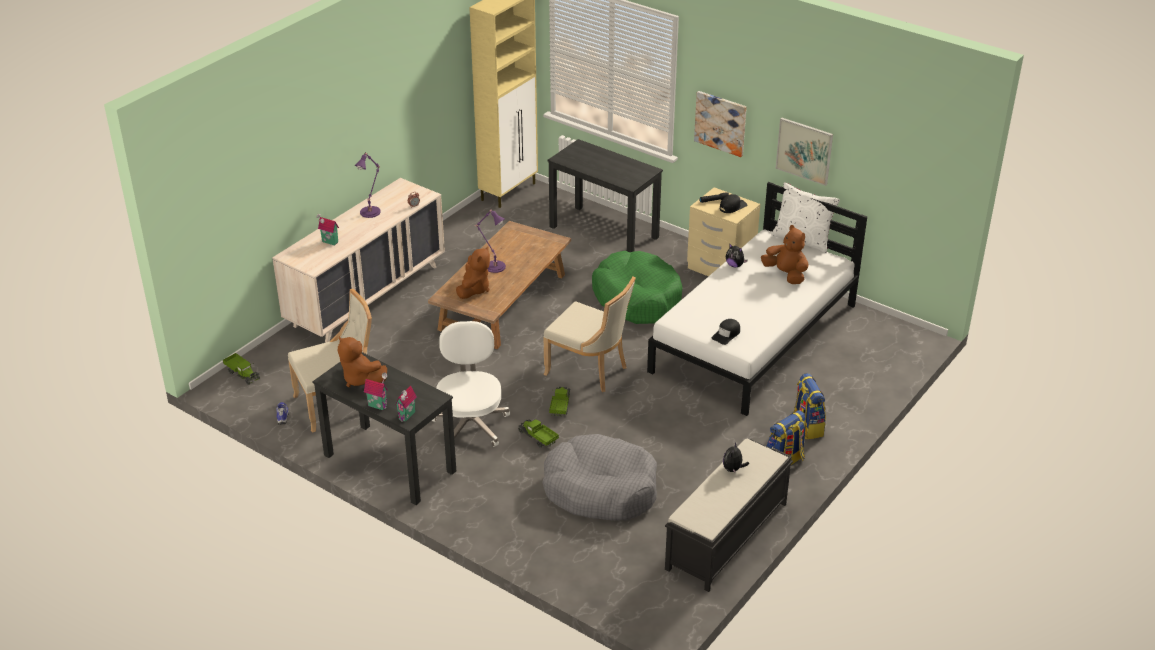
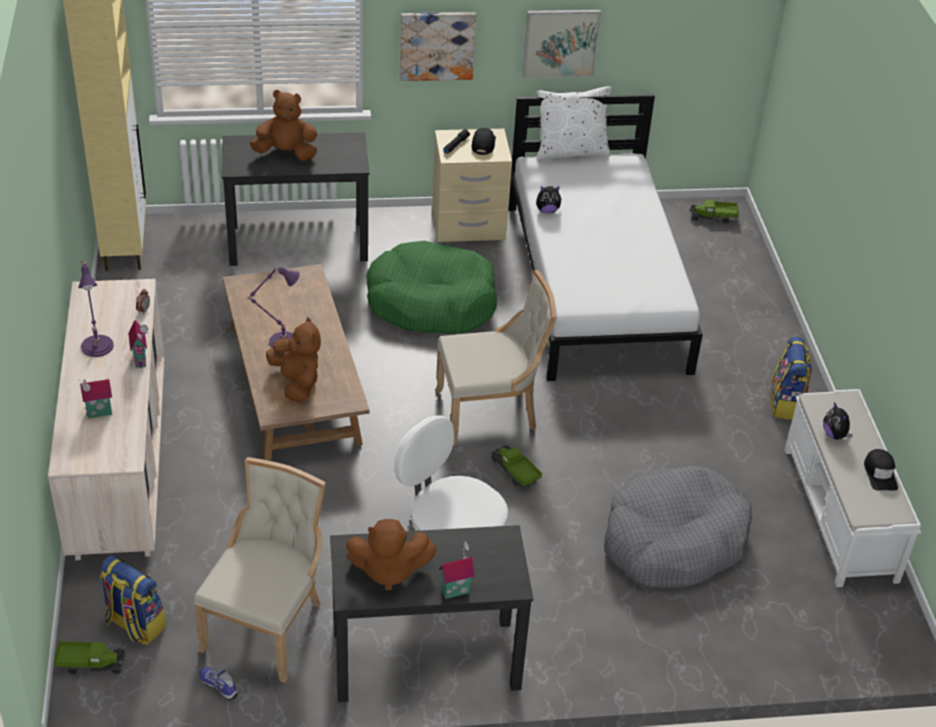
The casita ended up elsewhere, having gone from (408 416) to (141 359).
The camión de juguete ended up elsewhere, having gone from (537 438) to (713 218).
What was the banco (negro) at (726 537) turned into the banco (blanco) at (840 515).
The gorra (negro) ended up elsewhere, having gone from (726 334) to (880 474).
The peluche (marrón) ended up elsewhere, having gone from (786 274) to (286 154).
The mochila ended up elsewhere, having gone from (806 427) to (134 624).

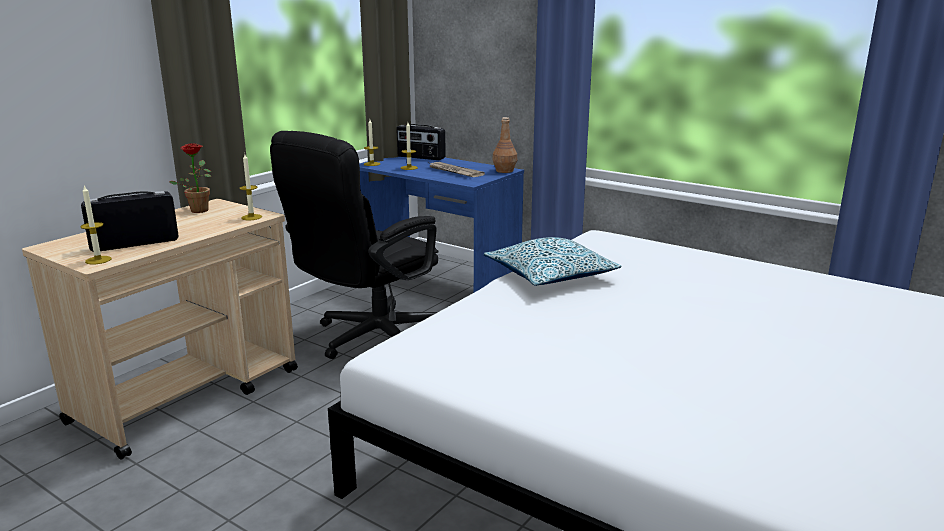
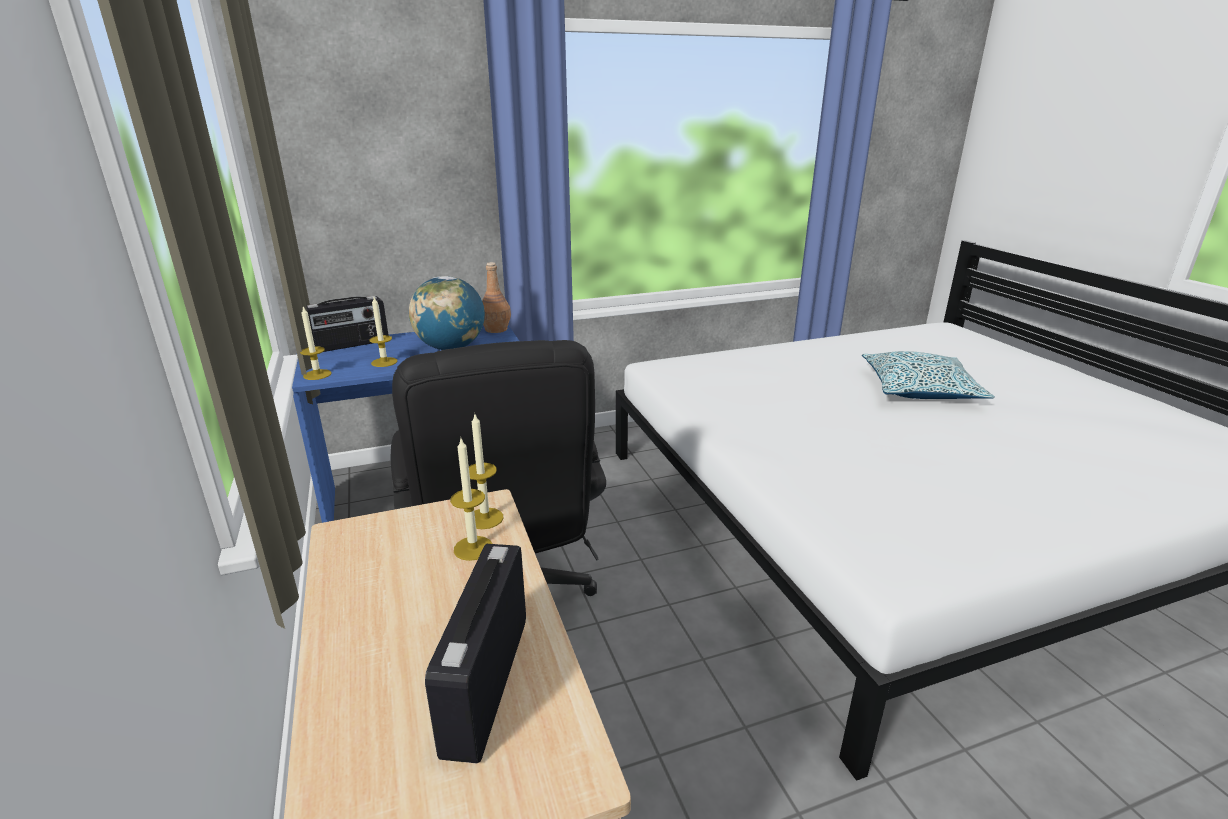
The vela ended up elsewhere, having gone from (98 260) to (473 548).
The second view lost the planta en maceta at (199 209).
Where the periódico stood at (454 171), the globo terráqueo came to stand at (451 348).
The cojín ended up elsewhere, having gone from (550 276) to (919 390).

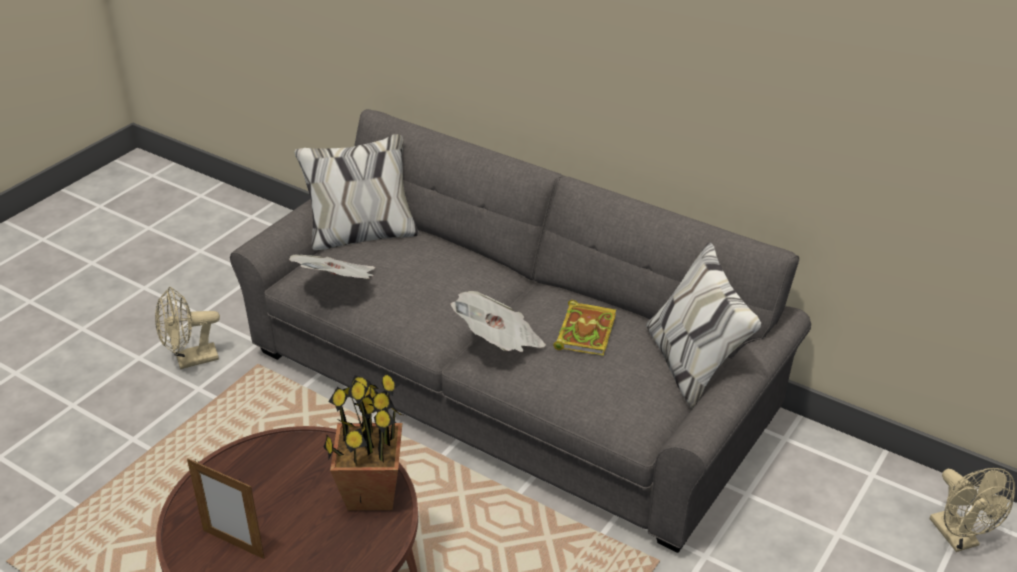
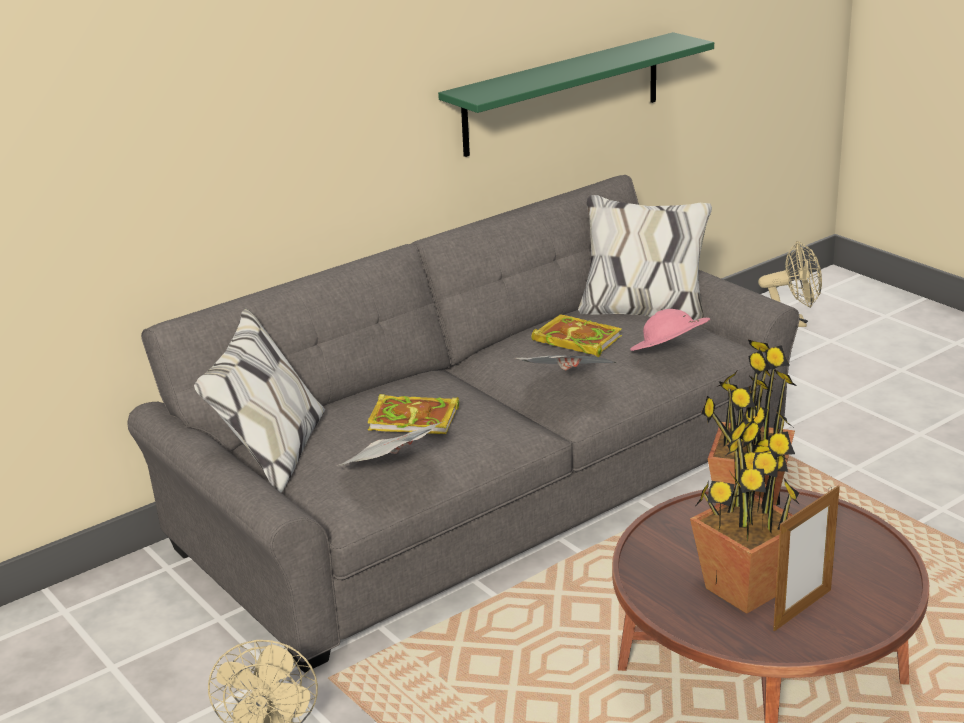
The second view gained the libro at (416 419).
The second view gained the estante (verde) at (562 94).
The second view gained the sombrero (rosa) at (669 353).
The second view gained the planta en maceta at (744 589).

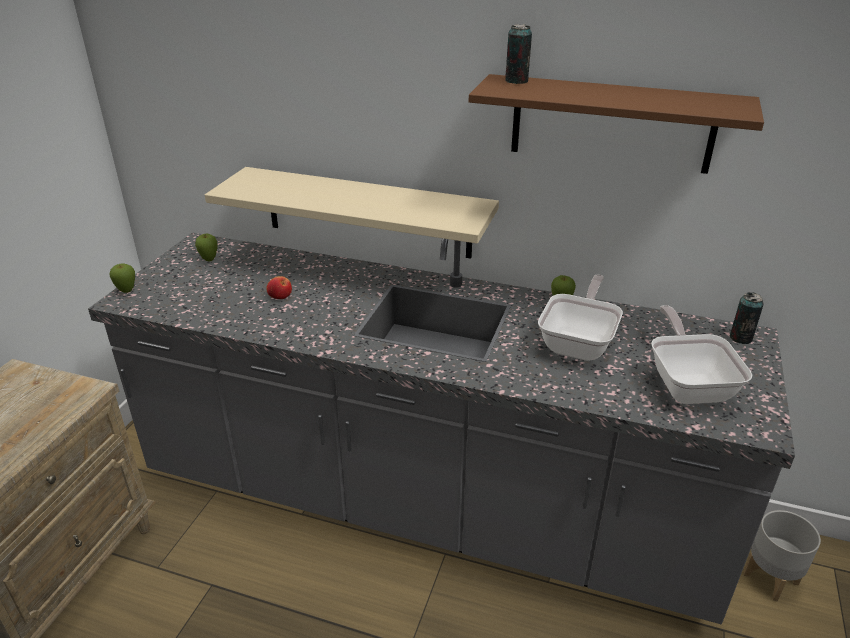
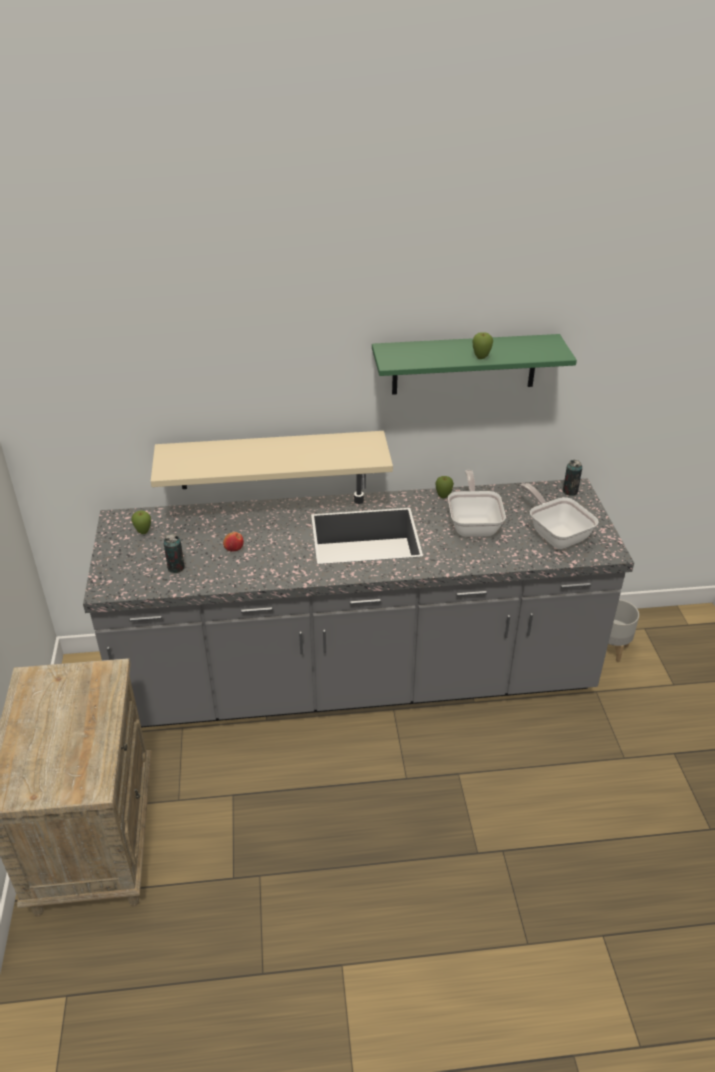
The manzana ended up elsewhere, having gone from (127 291) to (481 358).
What was the estante (marrón) at (611 124) turned into the estante (verde) at (464 364).
The lata ended up elsewhere, having gone from (516 81) to (176 568).

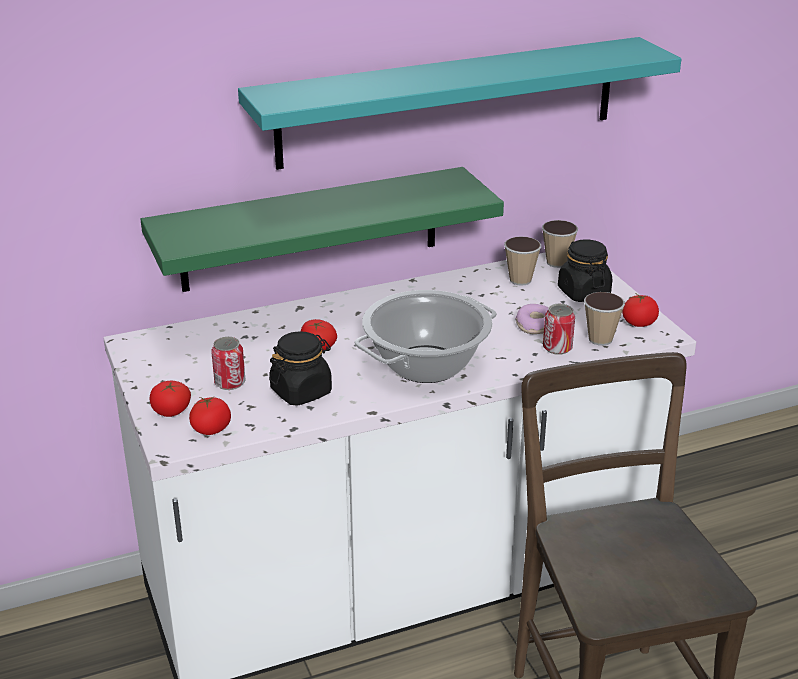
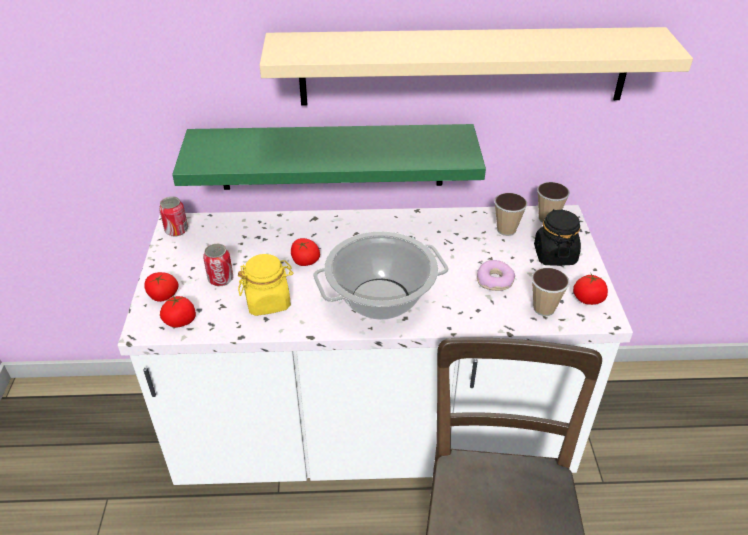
What was the estante (turquesa) at (449 102) turned into the estante (beis) at (464 66).
What was the tarro (negro) at (301 391) turned into the tarro (amarillo) at (268 301).
The lata ended up elsewhere, having gone from (557 348) to (176 230).

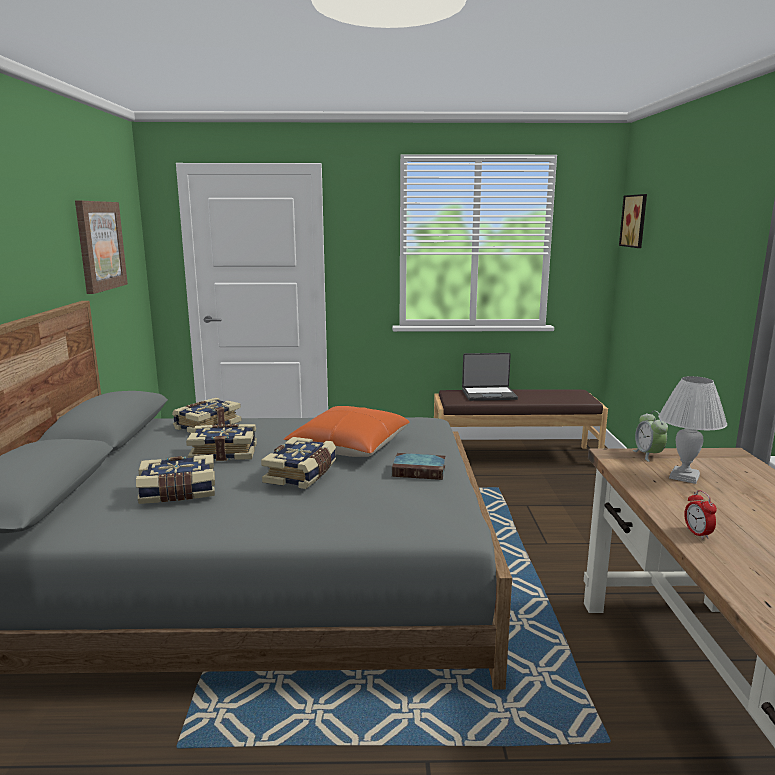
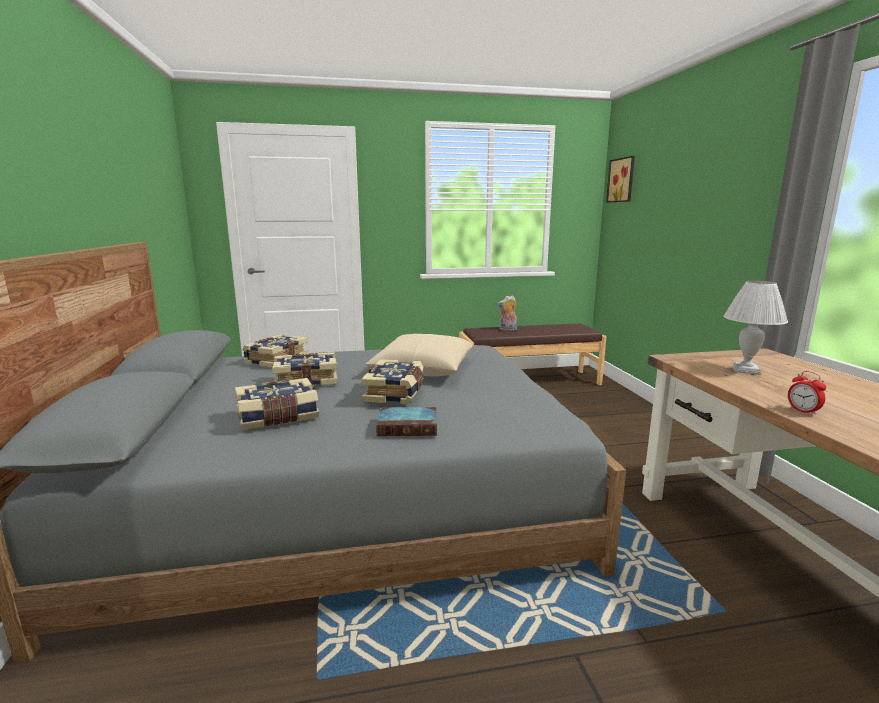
The second view lost the cuadro at (100 245).
What was the cojín (naranja) at (349 446) turned into the cojín (beis) at (423 369).
The libro ended up elsewhere, having gone from (420 470) to (409 426).
Where the portátil stood at (489 394), the peluche came to stand at (507 330).
The second view lost the despertador at (648 455).

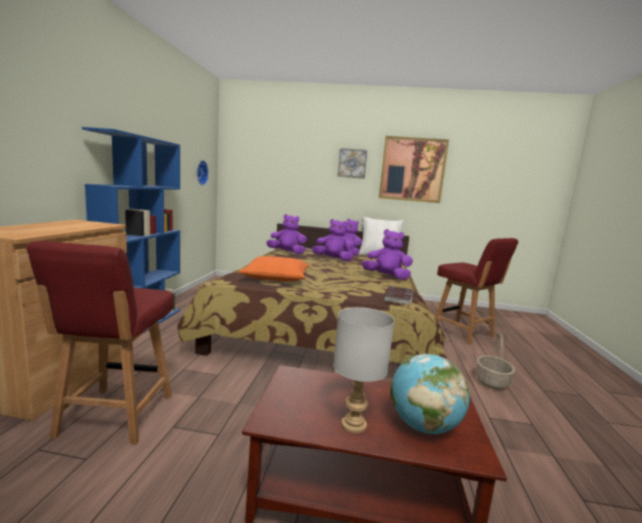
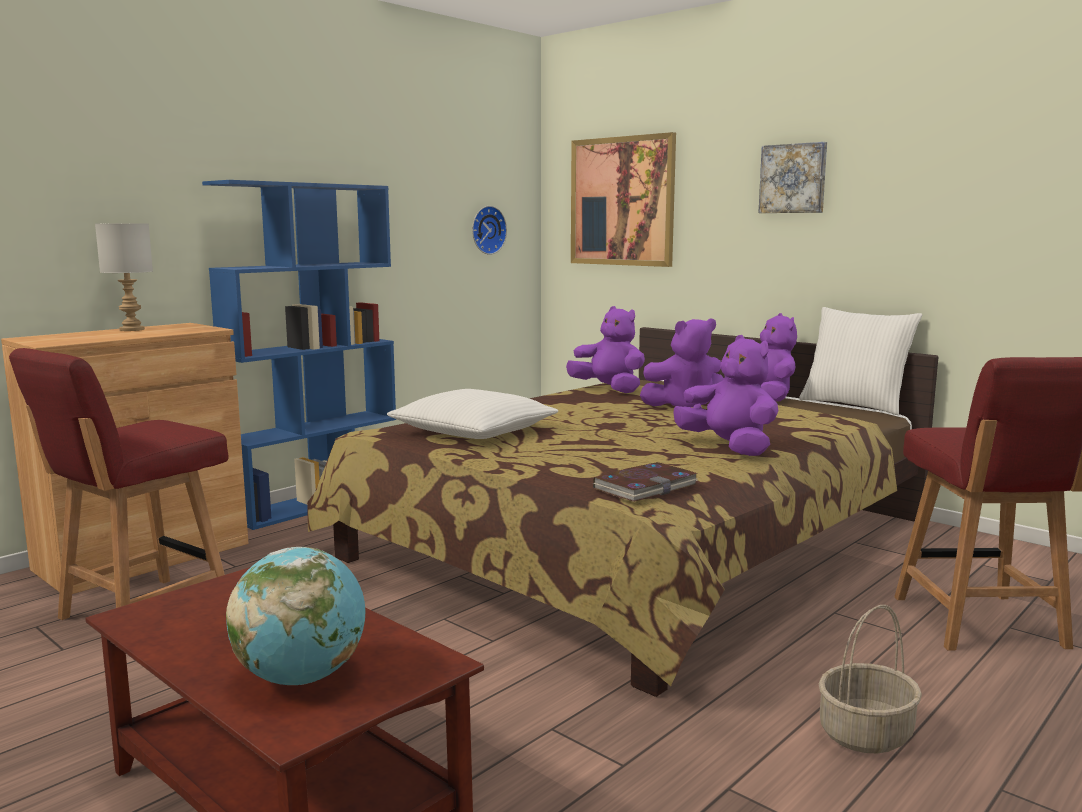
What was the cojín (naranja) at (276 277) turned into the cojín (blanco) at (473 431).
The peluche (morado) at (333 259) ended up facing another way, 120 degrees clockwise from before.
The lámpara de mesa (gris) ended up elsewhere, having gone from (354 425) to (133 329).
The cuadro ended up elsewhere, having gone from (412 169) to (622 201).

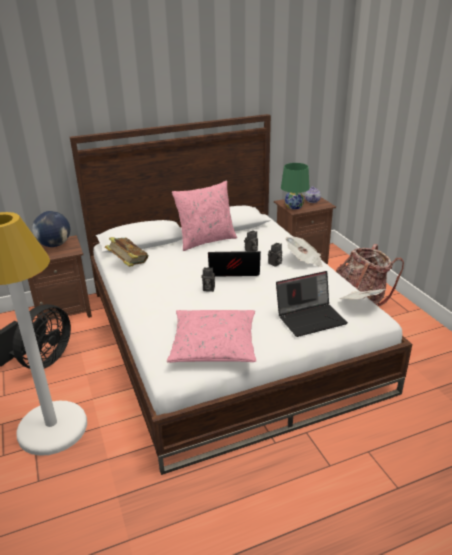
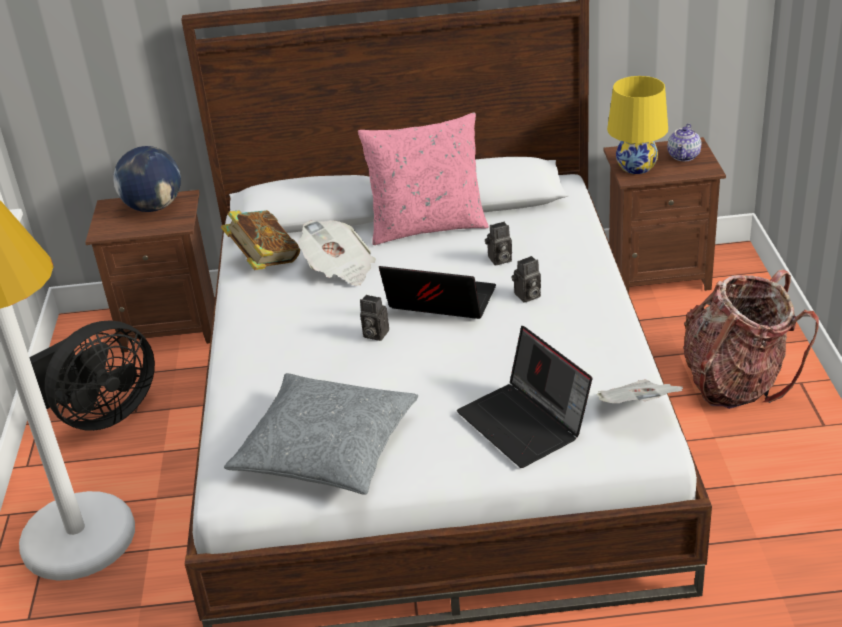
What was the cojín (rosa) at (214 345) turned into the cojín (gris) at (326 448).
The portátil at (311 318) ended up facing another way, 60 degrees clockwise from before.
What was the lámpara de mesa (verde) at (294 206) turned into the lámpara de mesa (amarillo) at (636 166).
The periódico ended up elsewhere, having gone from (304 261) to (339 269).

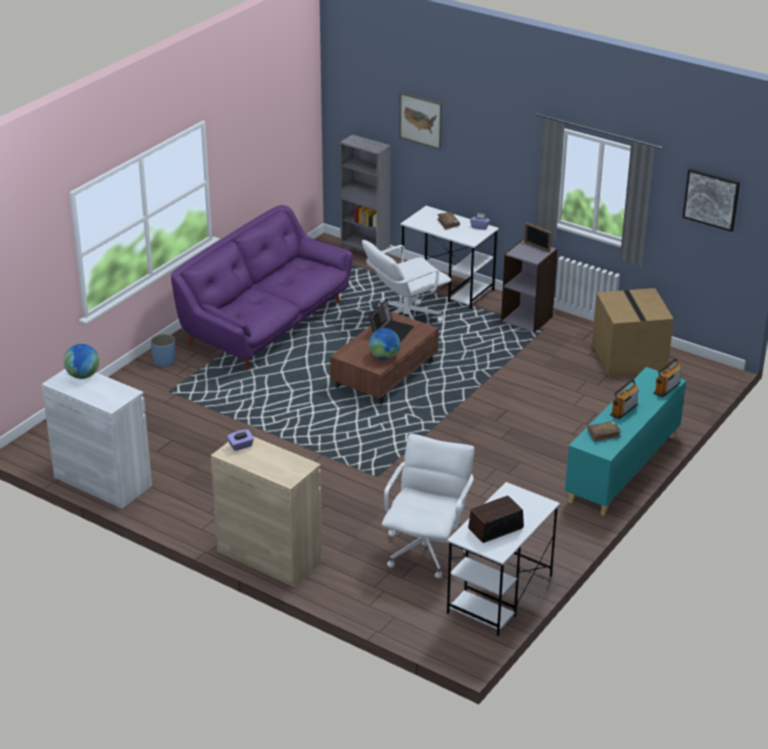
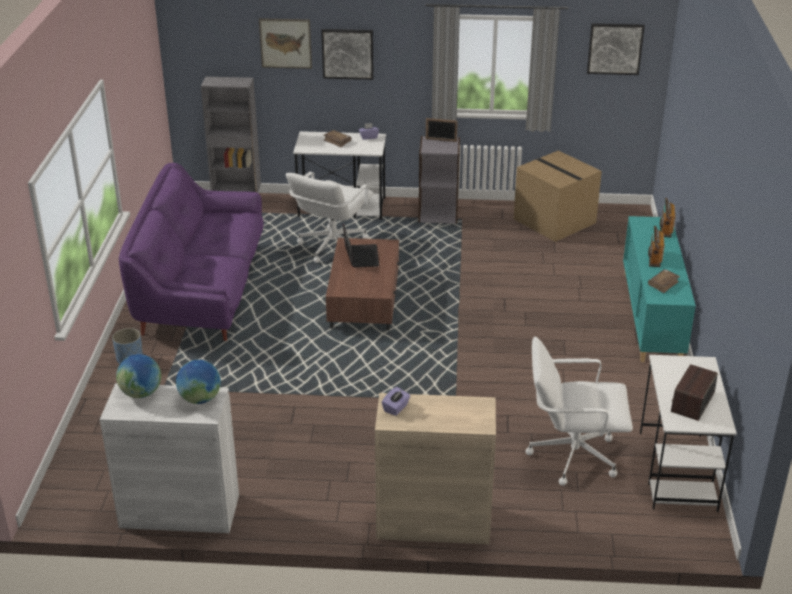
The globo terráqueo ended up elsewhere, having gone from (384 357) to (200 399).
The silla de oficina (blanco) at (426 551) ended up facing another way, 75 degrees counterclockwise from before.
The second view gained the cuadro at (347 53).

